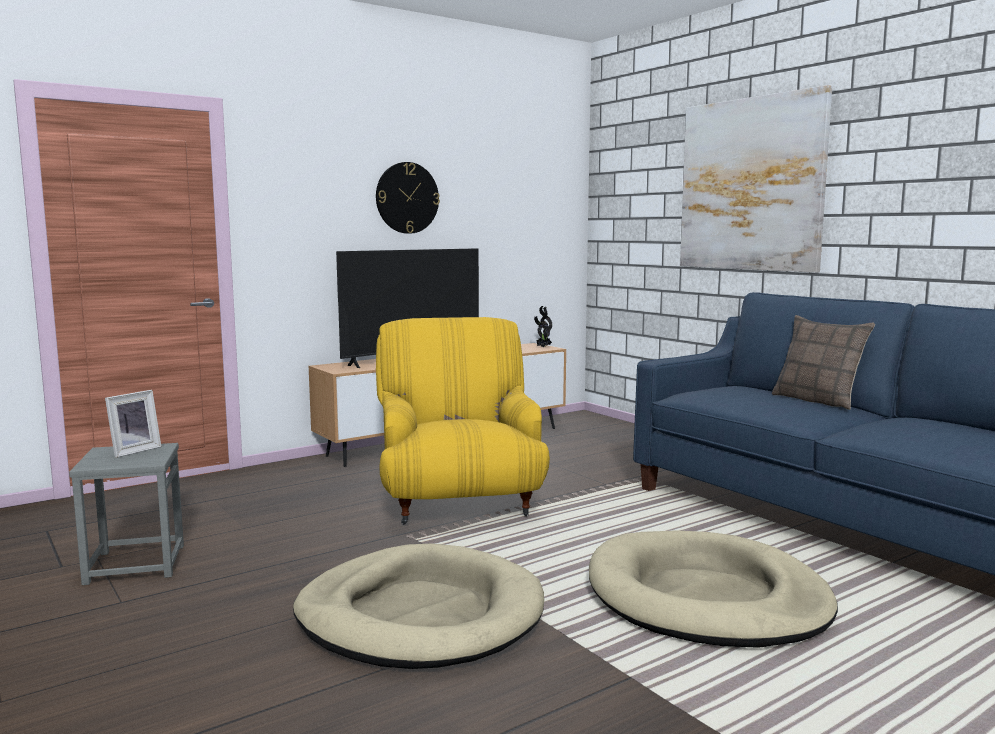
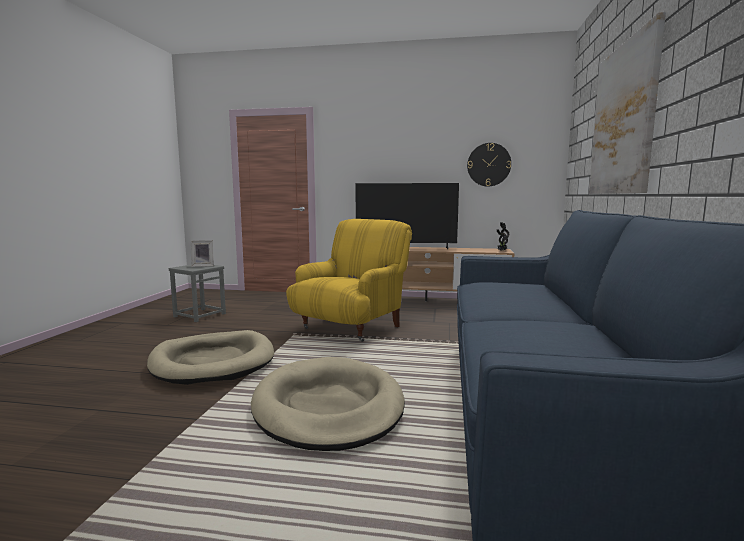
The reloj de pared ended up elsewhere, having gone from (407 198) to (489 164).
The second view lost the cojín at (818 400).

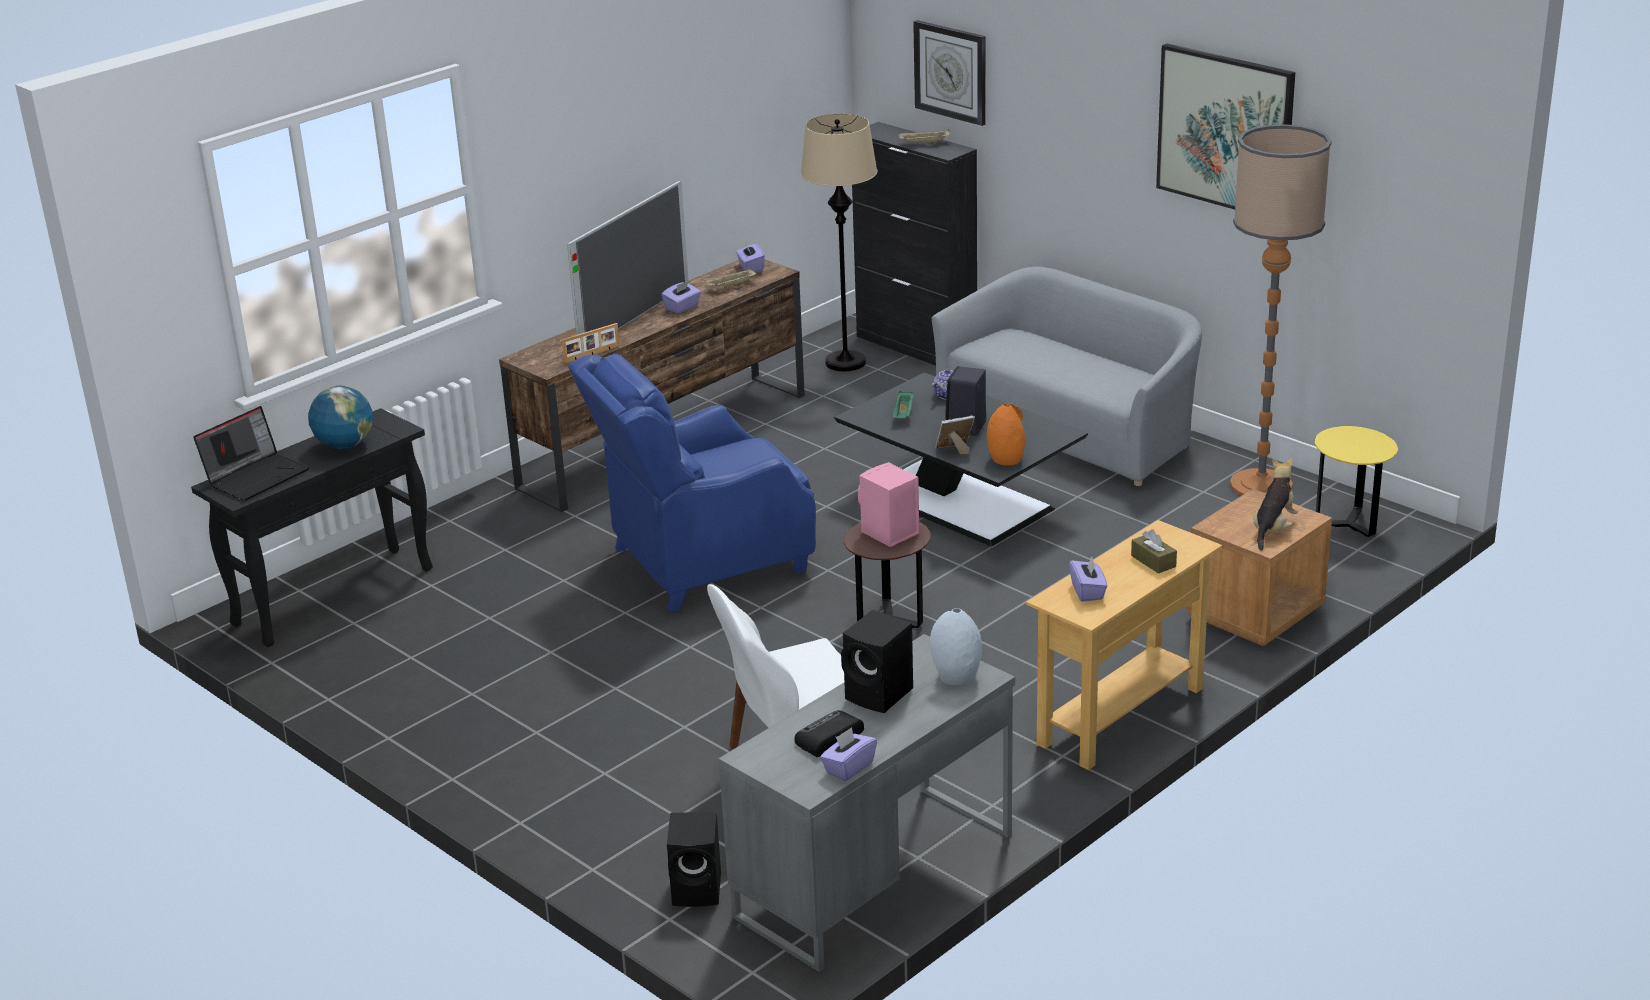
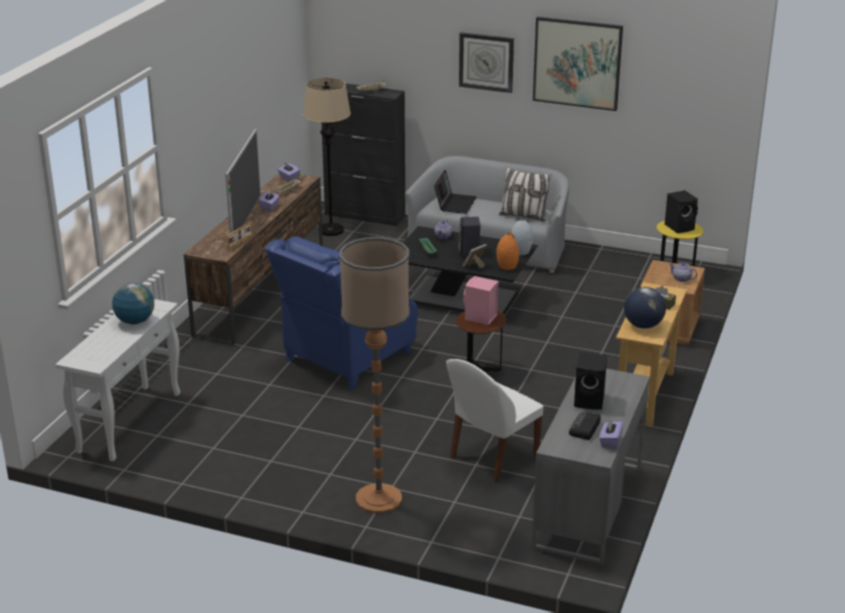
What was the mesa consola (negro) at (334 596) turned into the mesa consola (blanco) at (130 422).
The portátil ended up elsewhere, having gone from (257 476) to (455 203).
The altavoz (negro) ended up elsewhere, having gone from (699 889) to (680 227).
The reloj de pared ended up elsewhere, having gone from (951 72) to (486 62).
The florero (gris) ended up elsewhere, having gone from (956 677) to (521 252).
Where the caja de pañuelos (morado) stood at (1088 591), the globo terráqueo came to stand at (643 325).
The lámpara de pie ended up elsewhere, having gone from (1260 485) to (378 499).
Where the peluche stood at (1273 529), the tetera came to stand at (681 279).
The second view gained the cojín at (523 216).

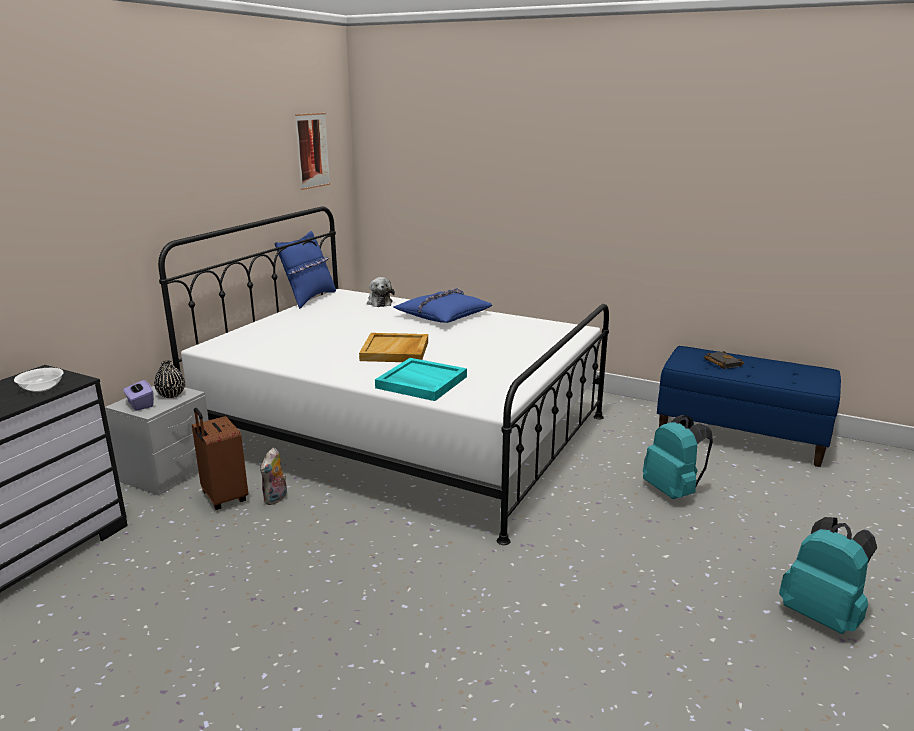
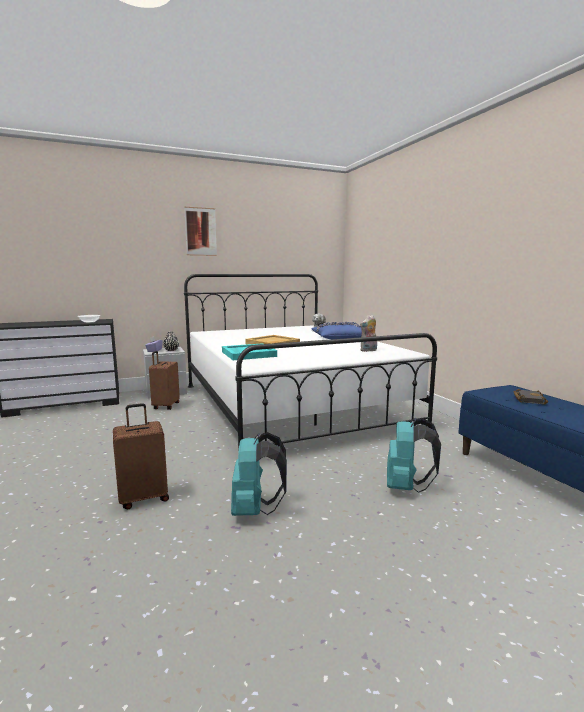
The peluche ended up elsewhere, having gone from (276 499) to (368 350).
The second view lost the cojín (azul) at (309 298).
The cuadro ended up elsewhere, having gone from (312 151) to (200 231).
The mochila (turquesa) ended up elsewhere, having gone from (822 615) to (255 510).
The second view gained the maleta (marrón) at (144 498).

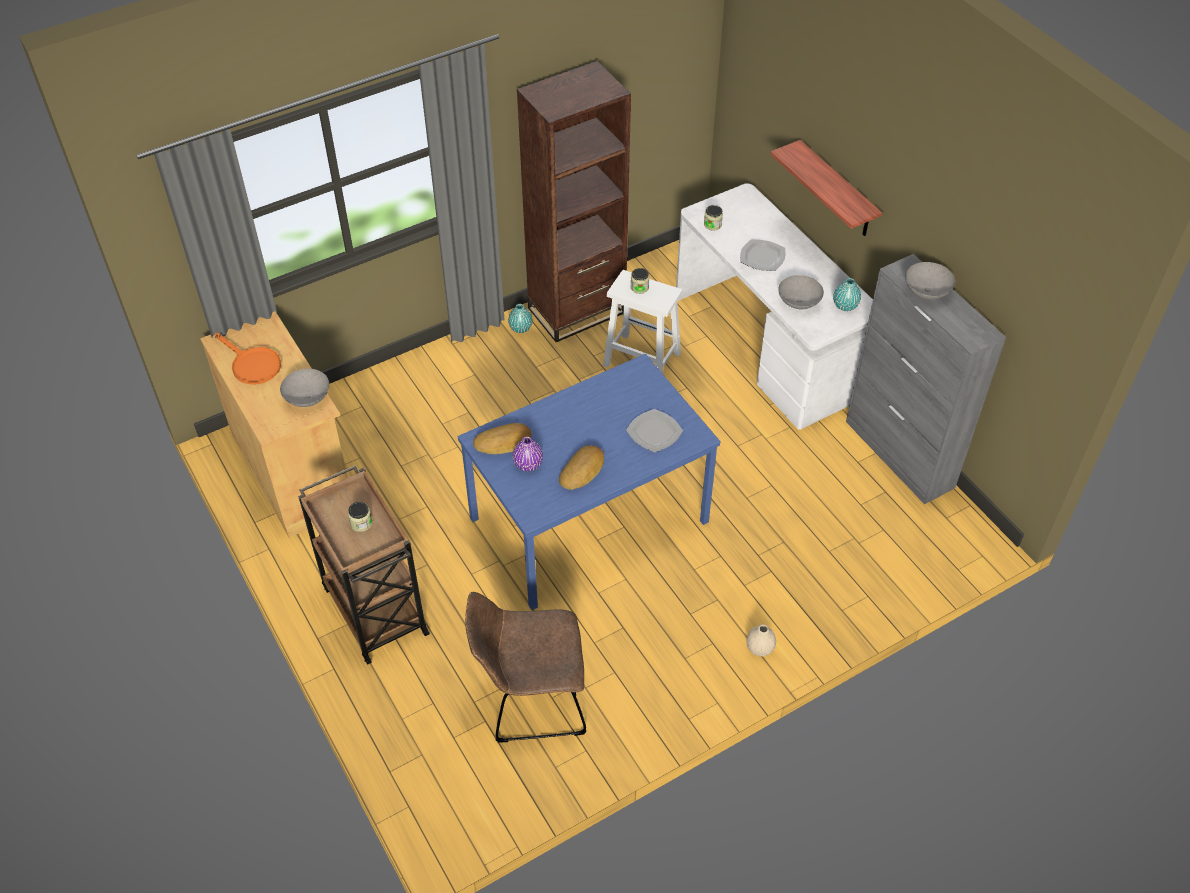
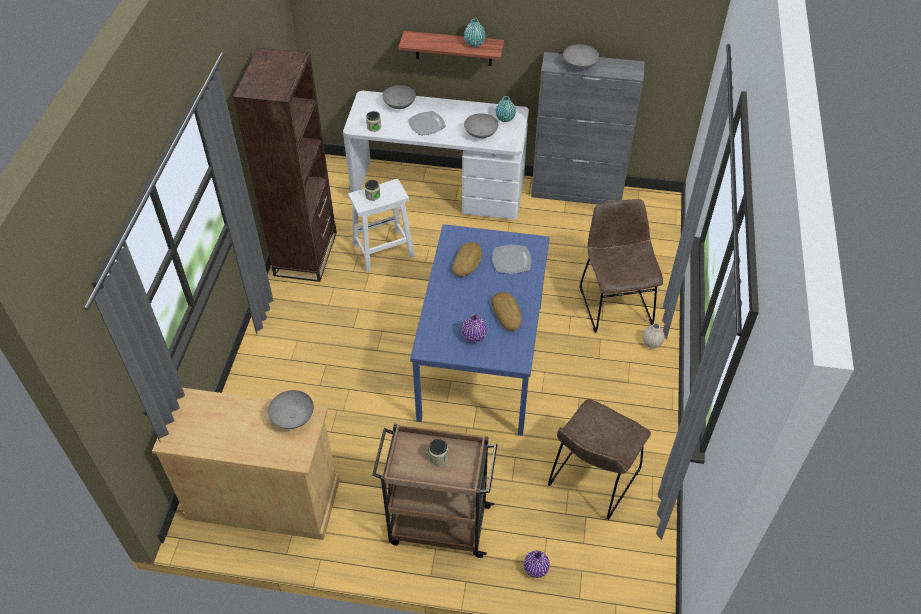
The second view lost the sartén (naranja) at (252 365).
The pan ended up elsewhere, having gone from (503 442) to (467 262).
The florero (turquesa) ended up elsewhere, having gone from (520 328) to (474 43).
The second view gained the cuenco (gris) at (400 105).
The second view gained the florero (morado) at (535 569).
The second view gained the silla (marrón) at (614 302).

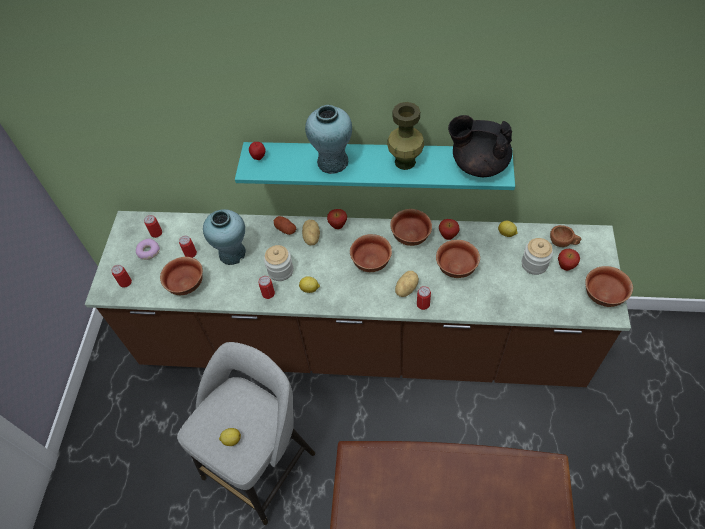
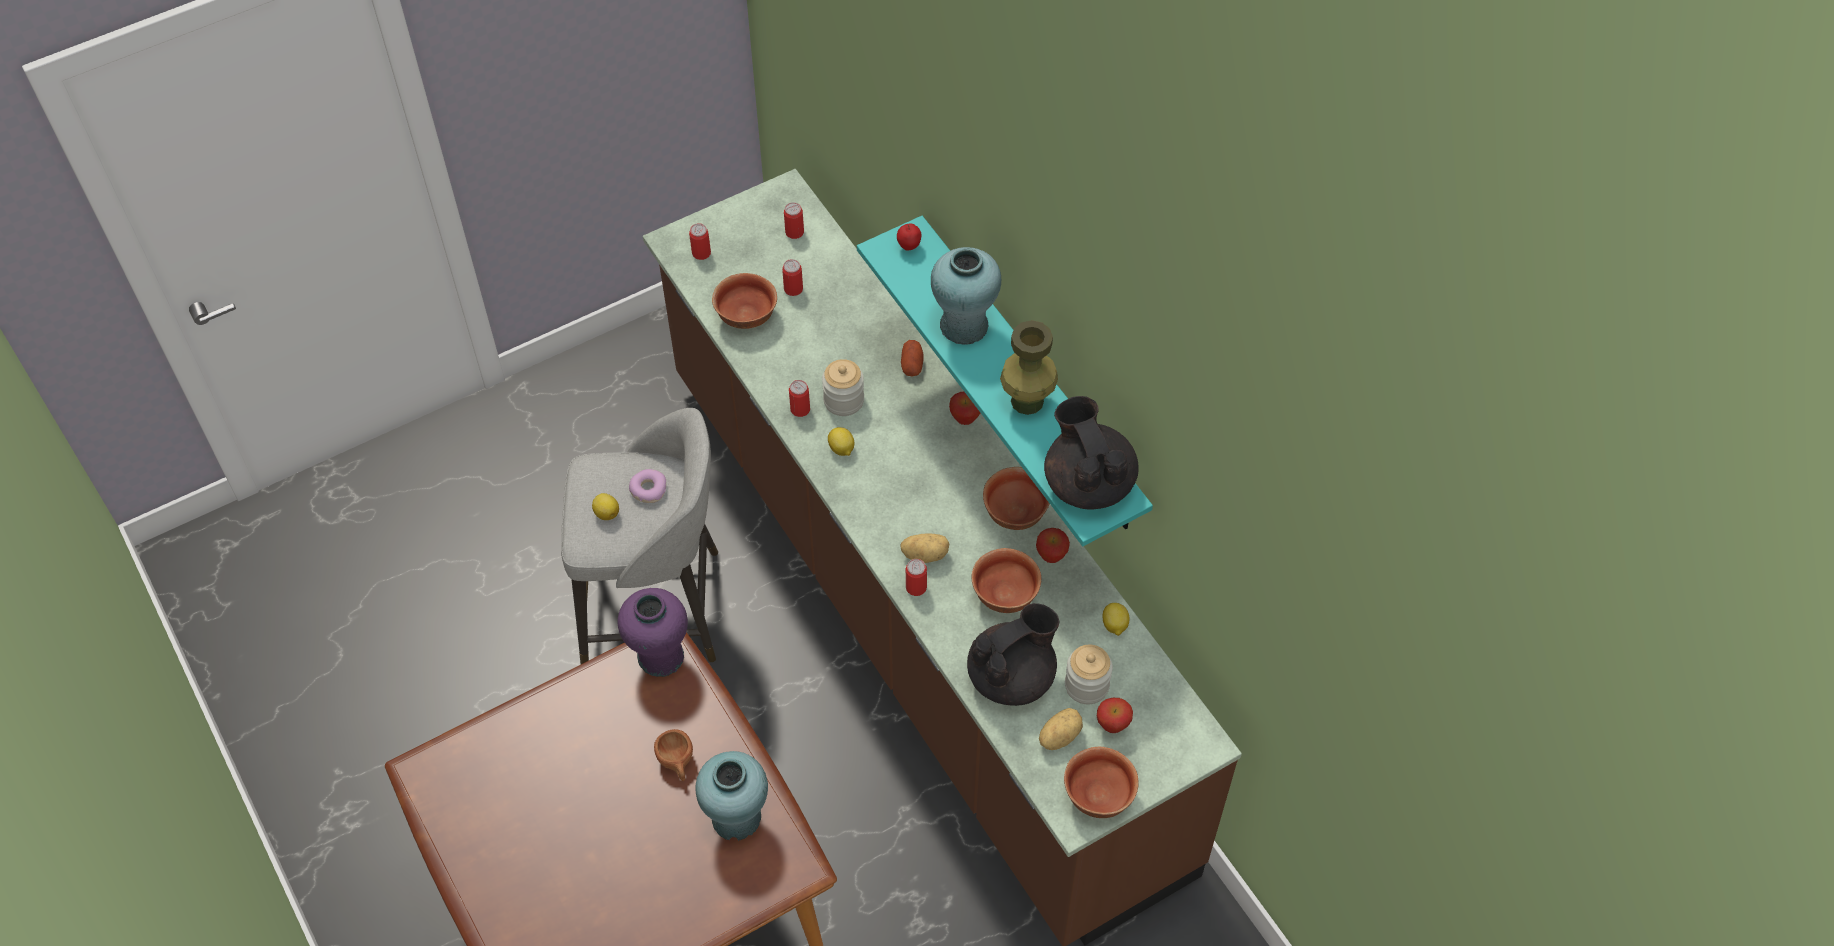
The rosquilla ended up elsewhere, having gone from (148 252) to (648 489).
The florero (turquesa) ended up elsewhere, having gone from (232 253) to (737 818).
The patata ended up elsewhere, having gone from (311 238) to (1058 736).
The second view lost the cuenco at (370 262).
The taza (marrón) ended up elsewhere, having gone from (563 243) to (677 763).
The second view gained the florero (morado) at (660 656).
The second view gained the tetera (negro) at (1012 676).

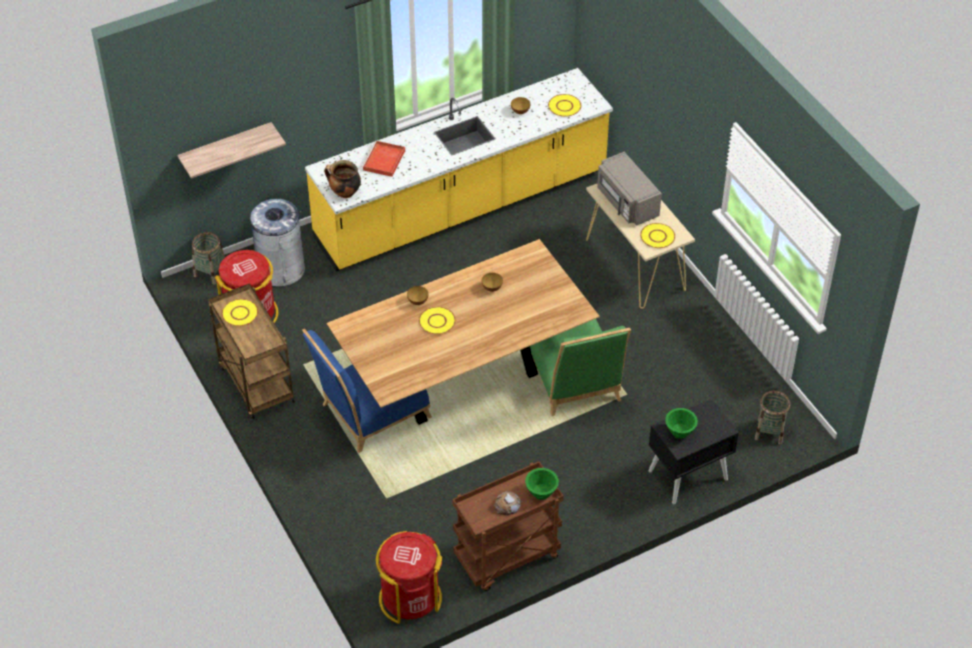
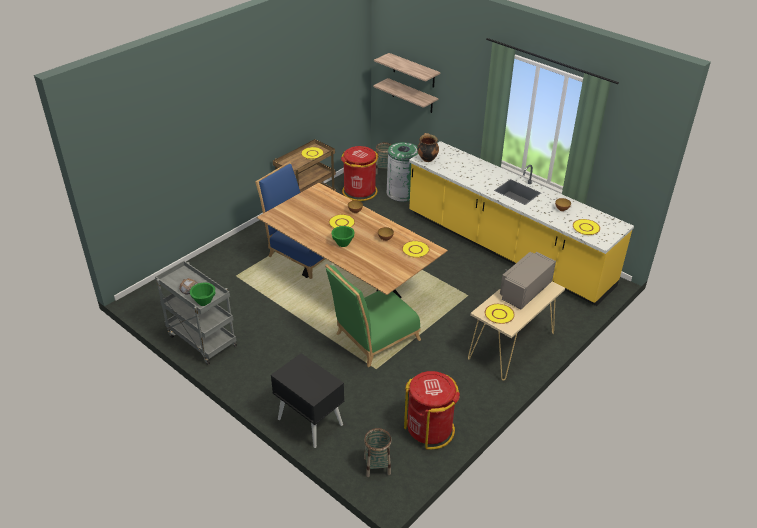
What was the papelera (gris) at (281 269) turned into the papelera (verde) at (402 193).
The second view lost the bandeja (rojo) at (384 161).
The papelera (rojo) ended up elsewhere, having gone from (410 598) to (430 429).
What was the carrito (marrón) at (507 558) turned into the carrito (gris) at (200 340).
The cuenco (verde) ended up elsewhere, having gone from (680 432) to (343 243).
The second view gained the estante at (413 70).
The second view gained the plato (amarillo) at (415 250).

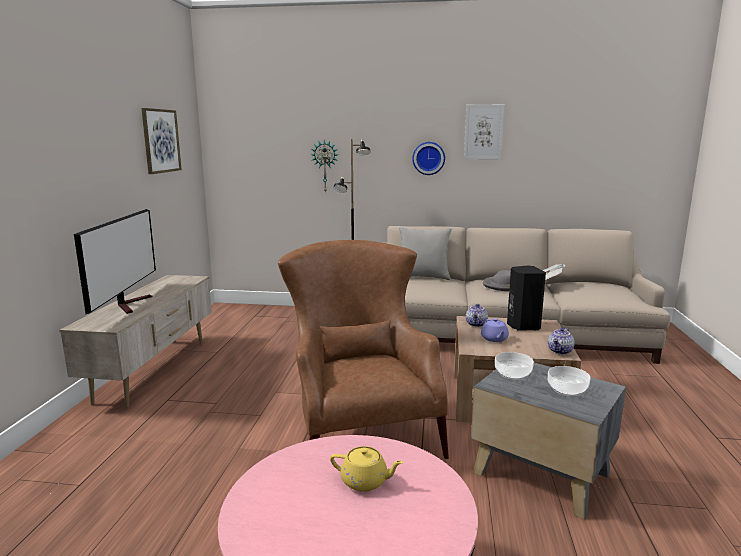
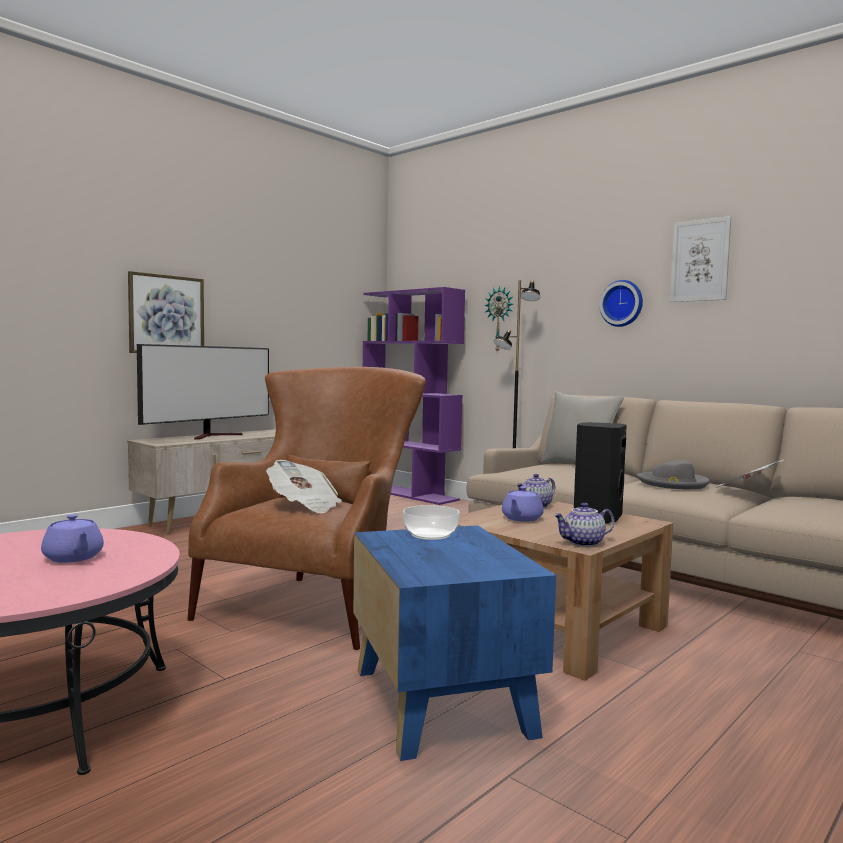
The cuadro ended up elsewhere, having gone from (161 141) to (166 314).
What was the tetera (amarillo) at (365 481) turned into the tetera (morado) at (73 558).
What was the mesa auxiliar (gris) at (540 472) turned into the mesa auxiliar (azul) at (442 699).
The second view lost the cuenco at (567 390).
The second view gained the periódico at (304 506).
The second view gained the estantería (morado) at (409 494).

